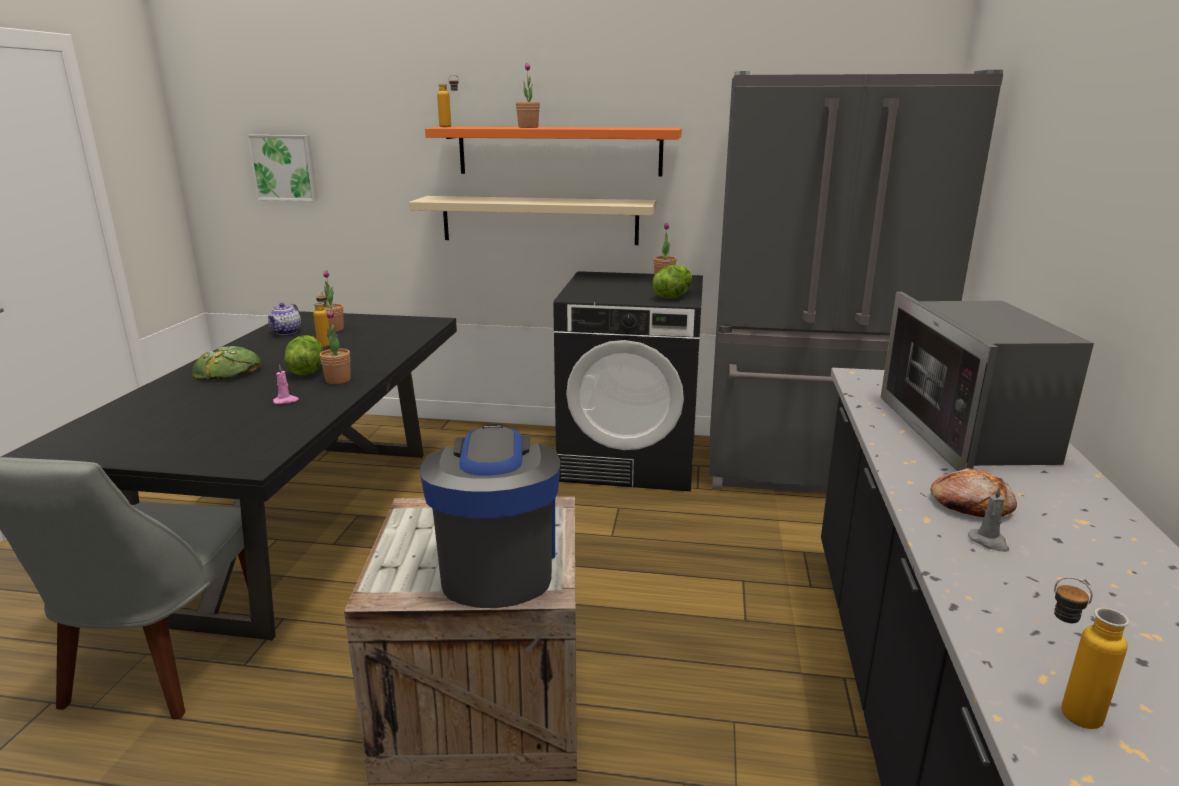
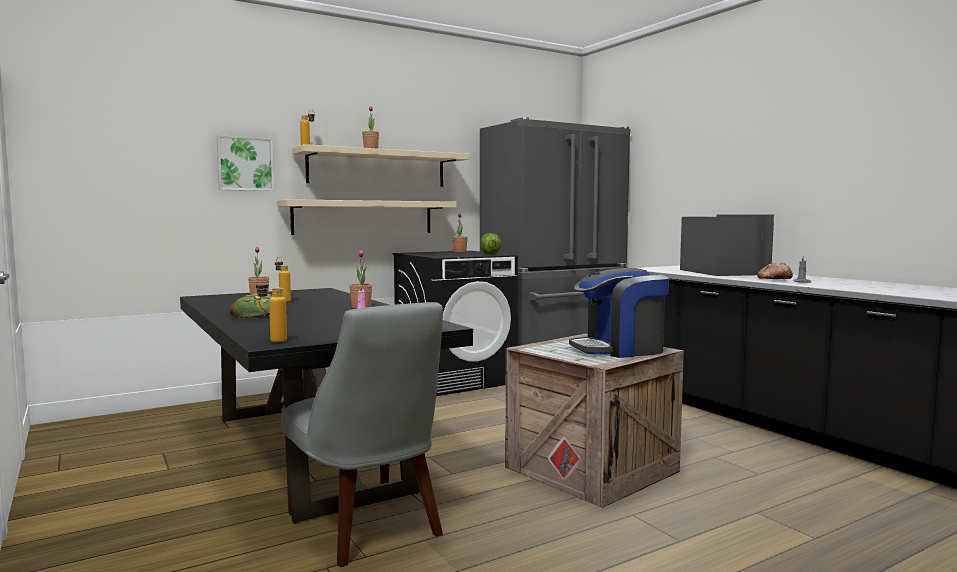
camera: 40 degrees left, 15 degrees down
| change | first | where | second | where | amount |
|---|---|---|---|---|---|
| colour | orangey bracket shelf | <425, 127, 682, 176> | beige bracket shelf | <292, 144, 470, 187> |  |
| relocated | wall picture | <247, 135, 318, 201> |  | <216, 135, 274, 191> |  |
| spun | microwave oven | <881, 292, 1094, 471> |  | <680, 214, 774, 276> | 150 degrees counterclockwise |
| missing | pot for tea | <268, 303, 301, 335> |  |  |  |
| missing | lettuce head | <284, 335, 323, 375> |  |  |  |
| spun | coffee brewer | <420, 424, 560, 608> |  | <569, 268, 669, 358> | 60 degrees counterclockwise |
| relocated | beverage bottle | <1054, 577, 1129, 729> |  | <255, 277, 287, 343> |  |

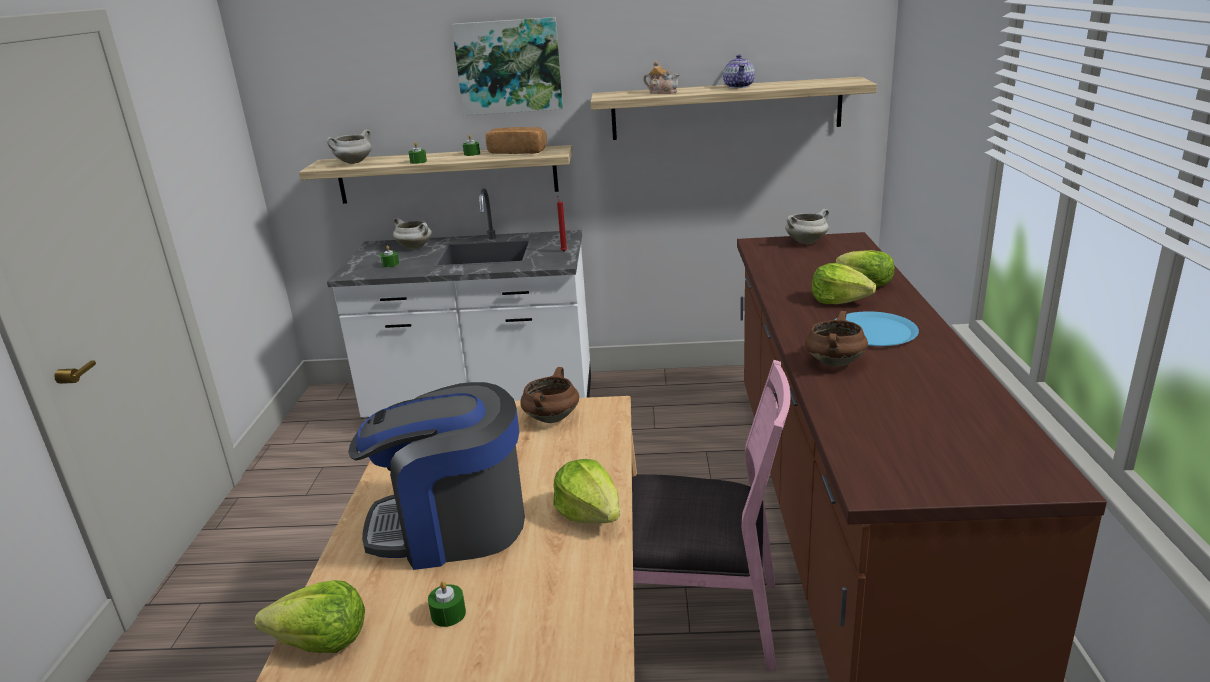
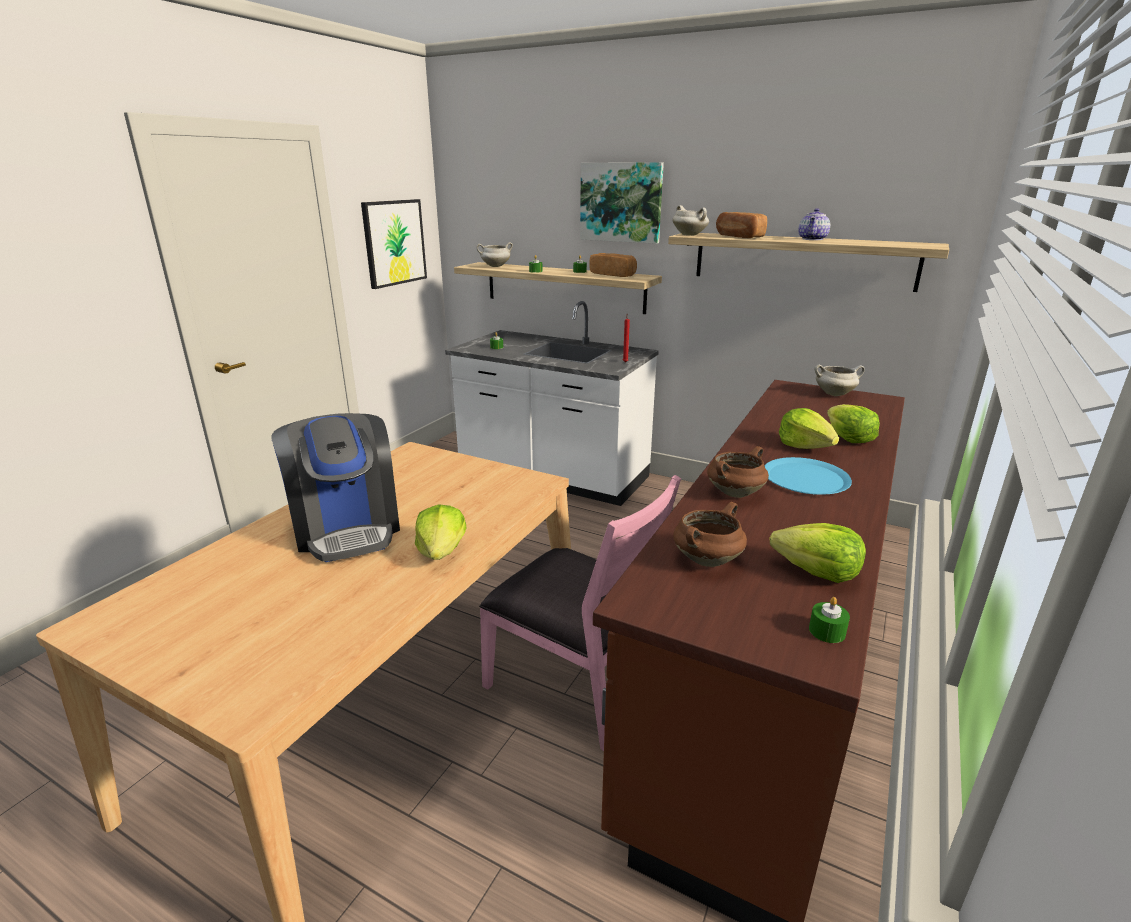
camera: 25 degrees right, 0 degrees up
| change | first | where | second | where | amount |
|---|---|---|---|---|---|
| exchanged | pot for tea | <643, 61, 680, 94> | bread | <716, 212, 767, 238> |  |
| relocated | white stockpot | <393, 218, 432, 249> |  | <672, 205, 709, 236> |  |
| relocated | brown-coloured stockpot | <520, 367, 579, 423> |  | <673, 502, 747, 567> |  |
| spun | coffee brewer | <348, 382, 525, 570> |  | <271, 413, 400, 562> | 135 degrees counterclockwise |
| relocated | lettuce head | <254, 580, 365, 653> |  | <770, 523, 866, 583> |  |
| relocated | green candle | <428, 581, 466, 627> |  | <809, 597, 850, 643> |  |
| appeared |  |  | wall picture | <361, 199, 427, 289> |  |

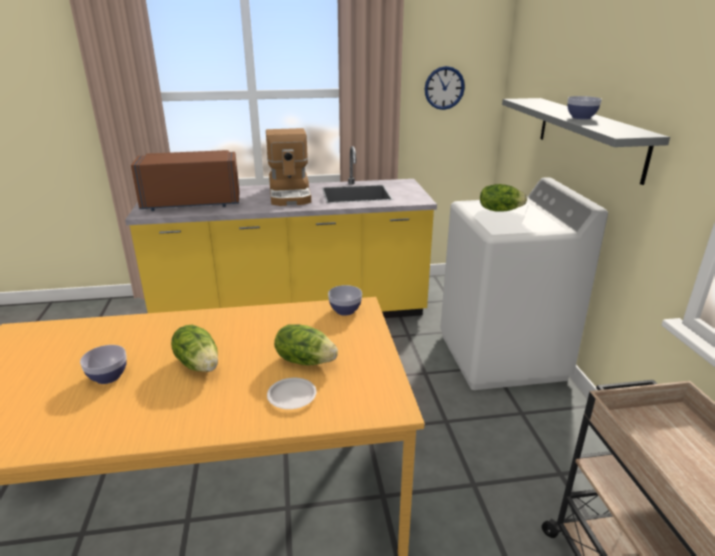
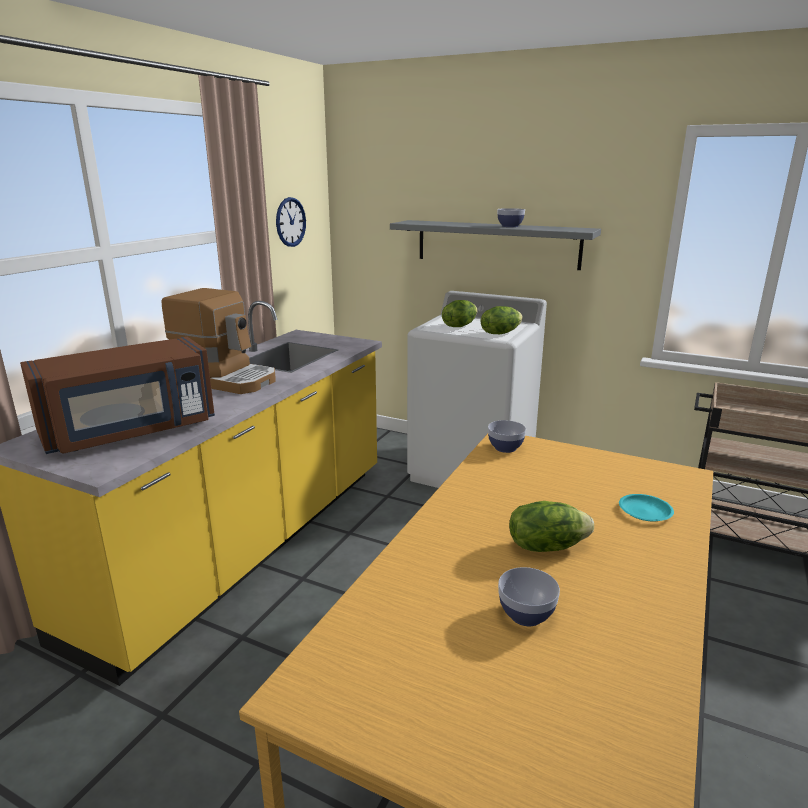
camera: 55 degrees left, 5 degrees down
| change | first | where | second | where | amount |
|---|---|---|---|---|---|
| spun | brown-coloured microwave oven | <131, 150, 239, 211> |  | <20, 337, 215, 454> | 150 degrees counterclockwise |
| relocated | lettuce head | <274, 324, 338, 366> |  | <481, 306, 523, 334> |  |
| colour | white dinner plate | <267, 378, 316, 409> | blue-green dinner plate | <619, 494, 674, 522> |  |

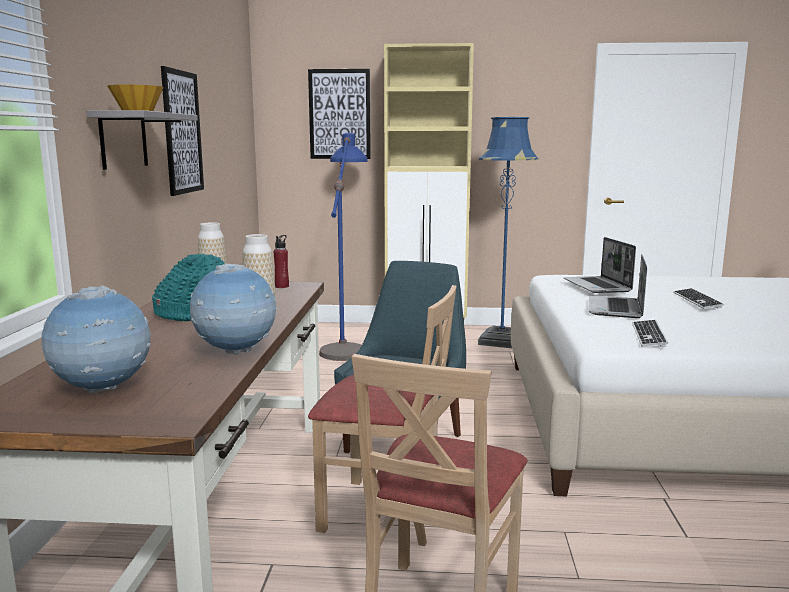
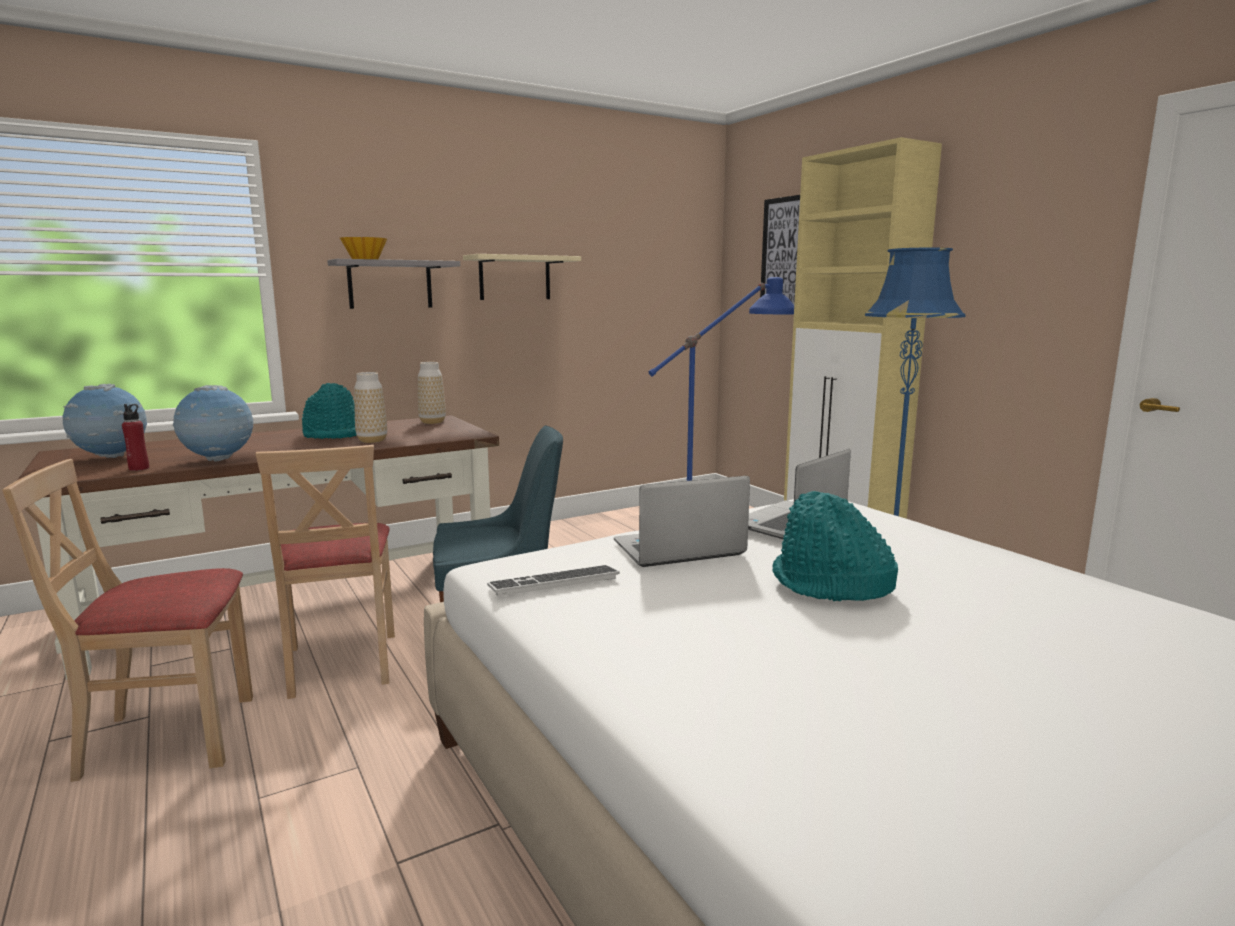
camera: 55 degrees right, 0 degrees up
| change | first | where | second | where | amount |
|---|---|---|---|---|---|
| exchanged | wall picture | <161, 66, 204, 196> | beige bracket shelf | <463, 254, 581, 300> |  |
| relocated | reddish beverage bottle | <274, 235, 289, 288> |  | <122, 404, 149, 471> |  |
| exchanged | PC keyboard | <673, 288, 724, 309> | blue-green hat | <773, 491, 898, 602> |  |

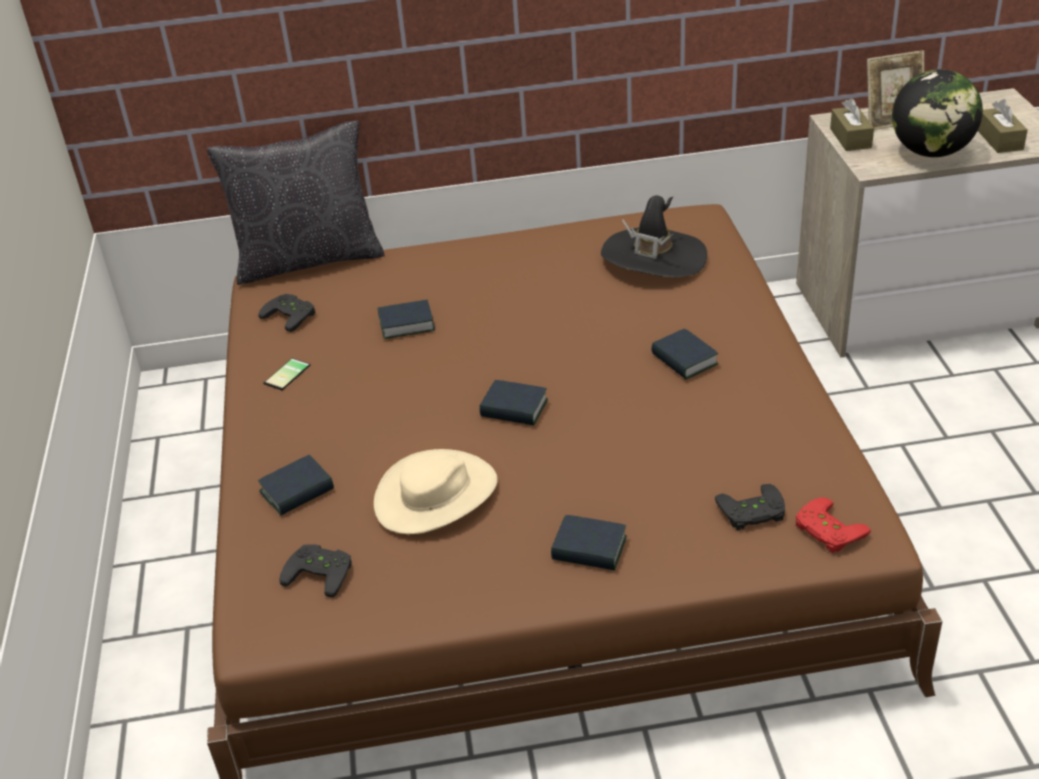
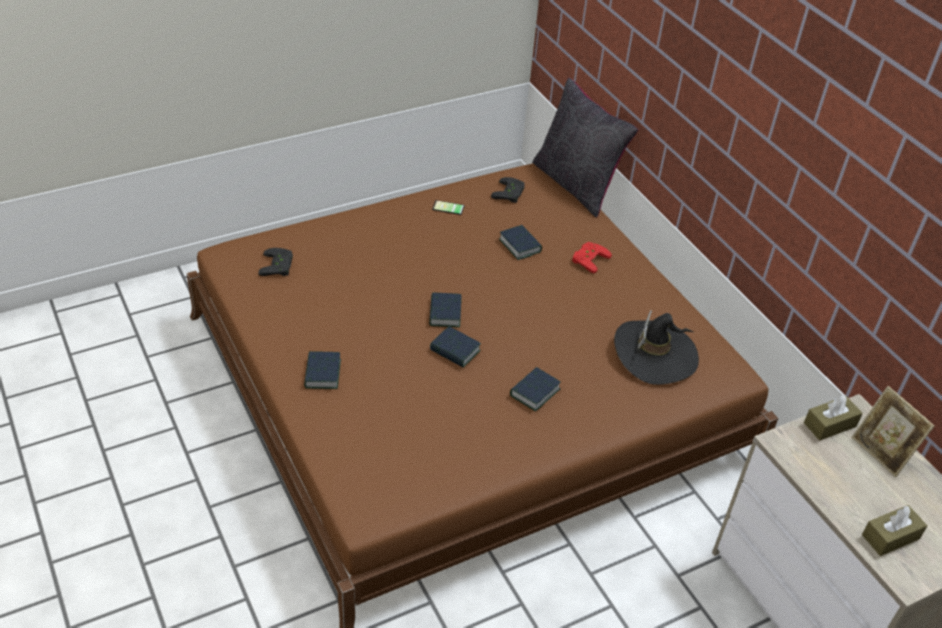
camera: 65 degrees right, 5 degrees up
| change | first | where | second | where | amount |
|---|---|---|---|---|---|
| missing | world globe | <892, 69, 983, 157> |  |  |  |
| missing | beige hat | <374, 449, 498, 534> |  |  |  |
| relocated | bound book | <258, 455, 334, 515> |  | <430, 327, 481, 368> |  |
| missing | black-coloured gamepad | <715, 484, 785, 530> |  |  |  |
| relocated | reddish gamepad | <796, 498, 871, 553> |  | <572, 242, 612, 273> |  |

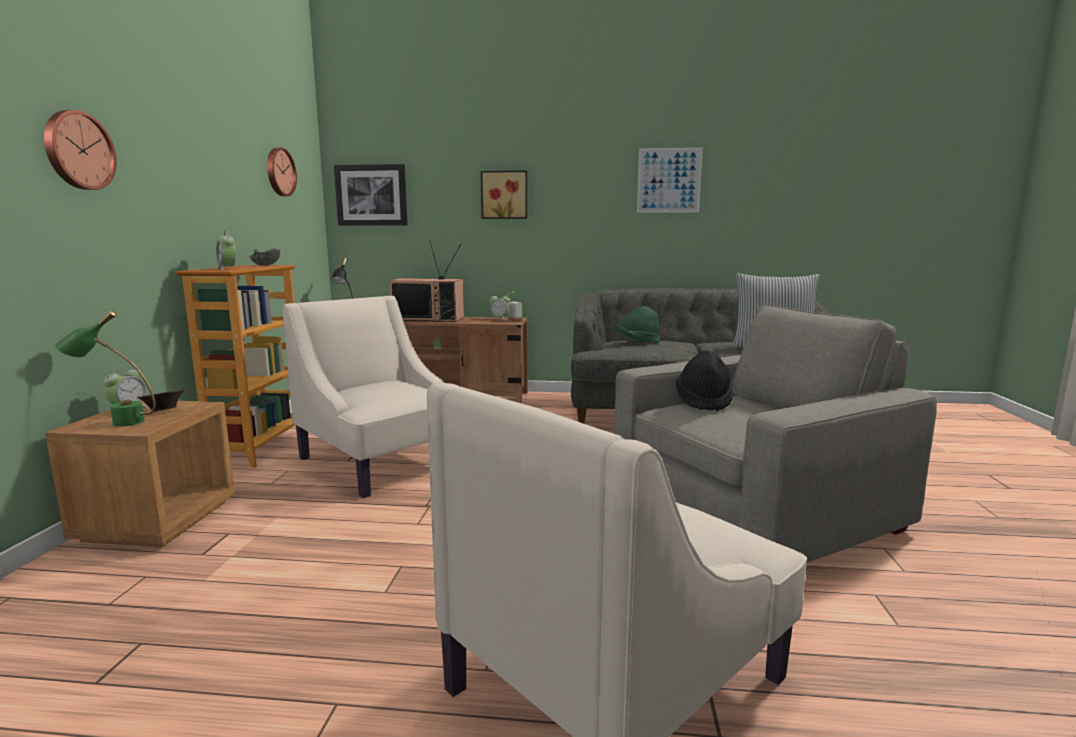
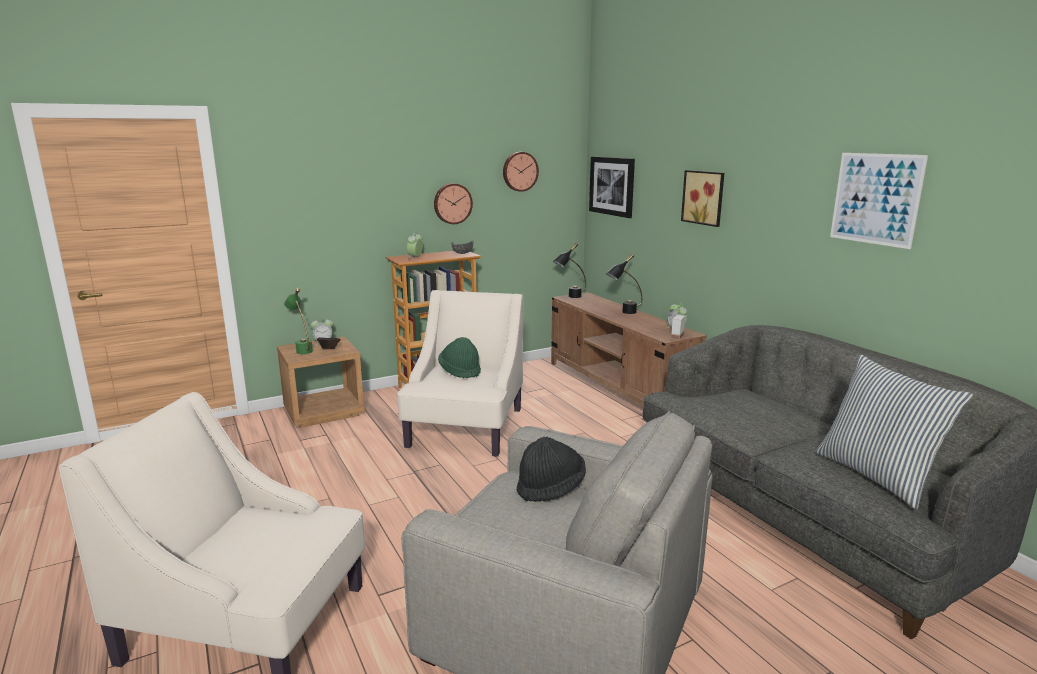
camera: 55 degrees right, 5 degrees up
| change | first | where | second | where | amount |
|---|---|---|---|---|---|
| relocated | wall clock | <44, 110, 117, 190> |  | <434, 183, 473, 224> |  |
| exchanged | television | <389, 239, 464, 322> | black-coloured tabletop lamp | <606, 254, 642, 314> |  |
| relocated | green hat | <615, 306, 660, 343> |  | <438, 337, 481, 378> |  |

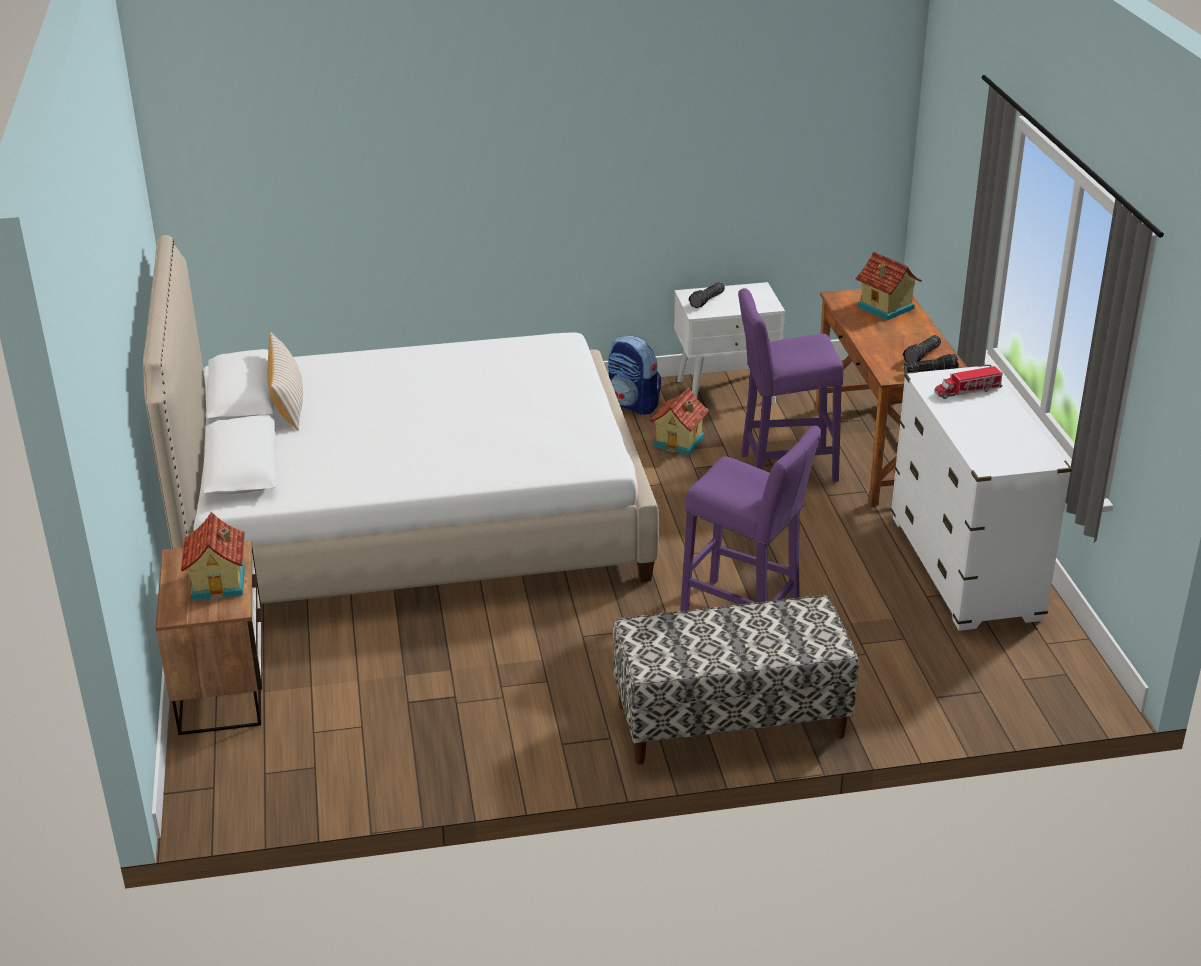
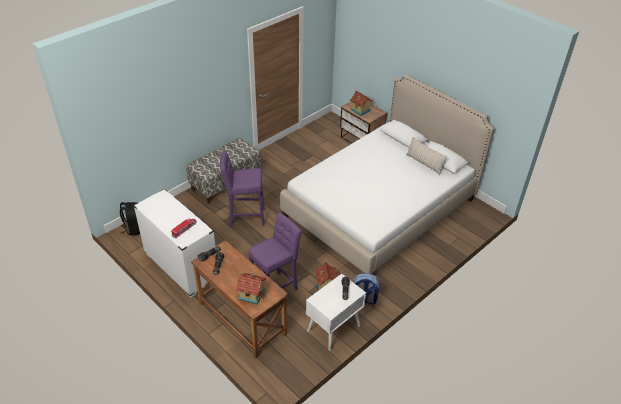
camera: 145 degrees right, 10 degrees up
| change | first | where | second | where | amount |
|---|---|---|---|---|---|
| appeared |  |  | black-coloured rucksack | <120, 202, 140, 236> |  |

